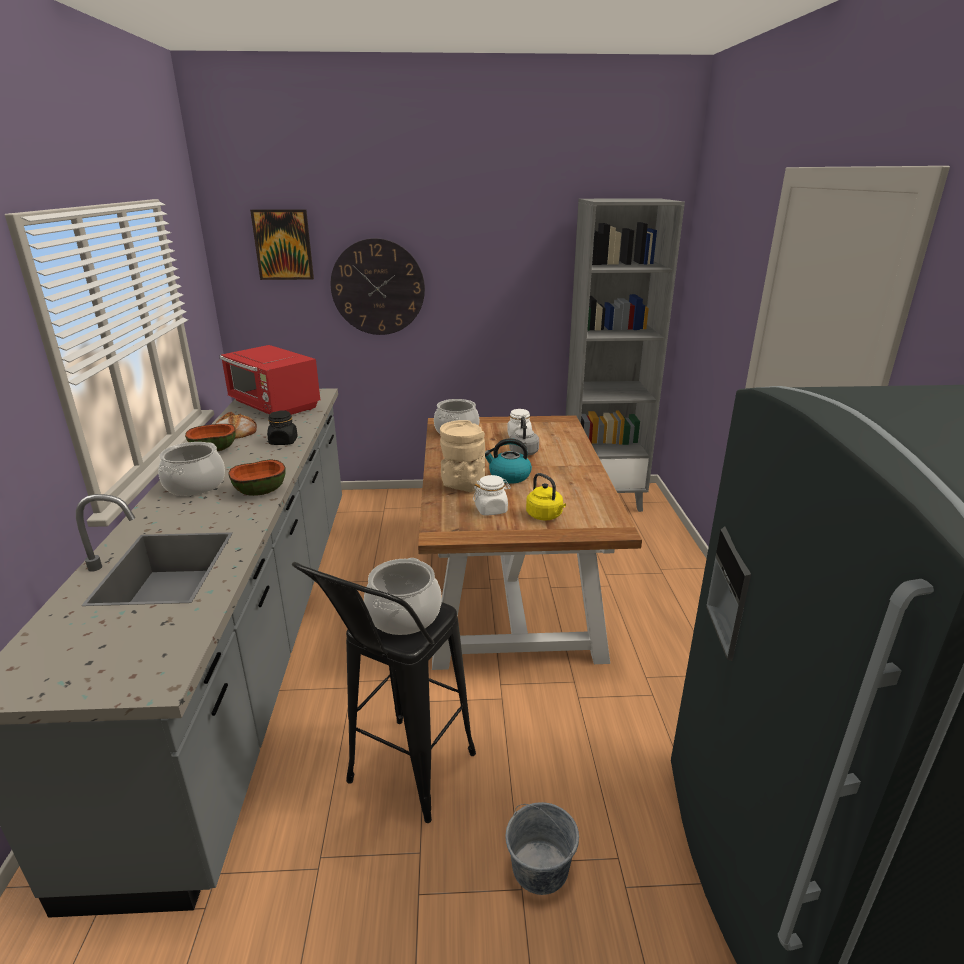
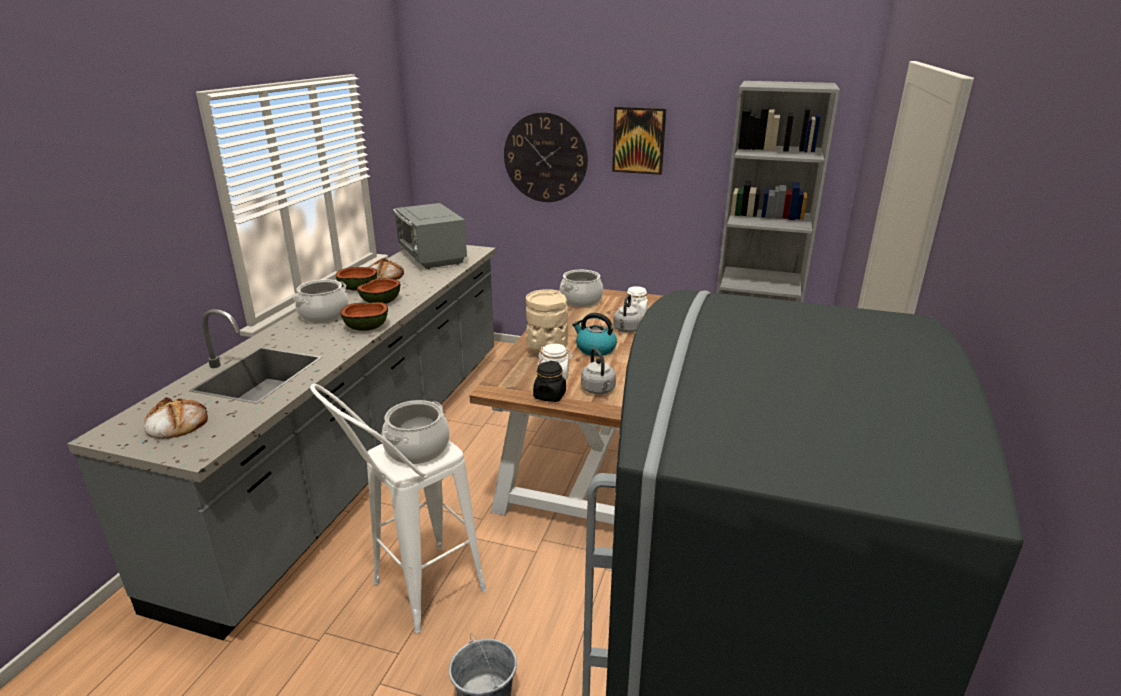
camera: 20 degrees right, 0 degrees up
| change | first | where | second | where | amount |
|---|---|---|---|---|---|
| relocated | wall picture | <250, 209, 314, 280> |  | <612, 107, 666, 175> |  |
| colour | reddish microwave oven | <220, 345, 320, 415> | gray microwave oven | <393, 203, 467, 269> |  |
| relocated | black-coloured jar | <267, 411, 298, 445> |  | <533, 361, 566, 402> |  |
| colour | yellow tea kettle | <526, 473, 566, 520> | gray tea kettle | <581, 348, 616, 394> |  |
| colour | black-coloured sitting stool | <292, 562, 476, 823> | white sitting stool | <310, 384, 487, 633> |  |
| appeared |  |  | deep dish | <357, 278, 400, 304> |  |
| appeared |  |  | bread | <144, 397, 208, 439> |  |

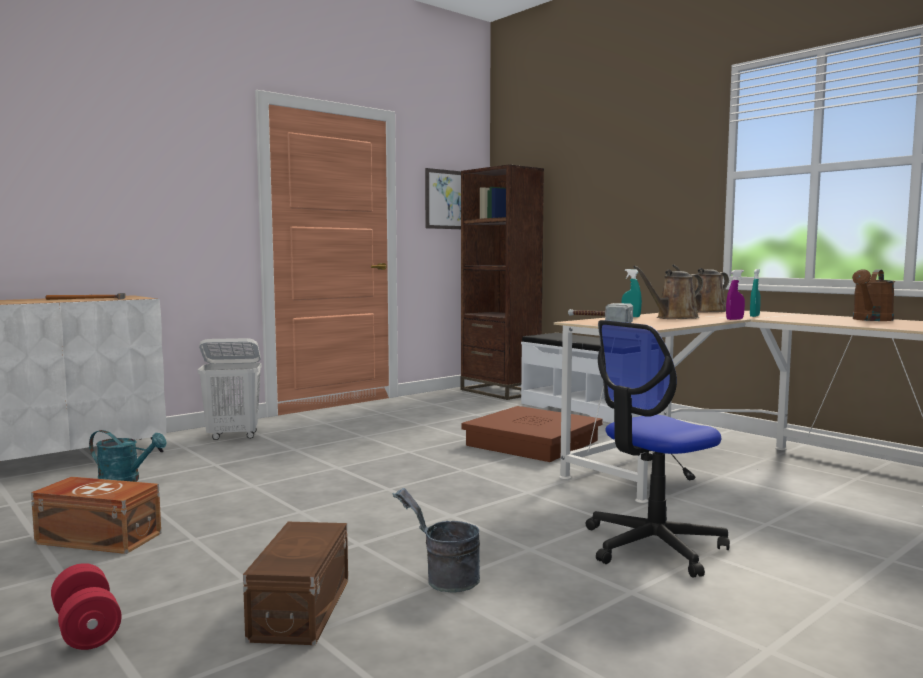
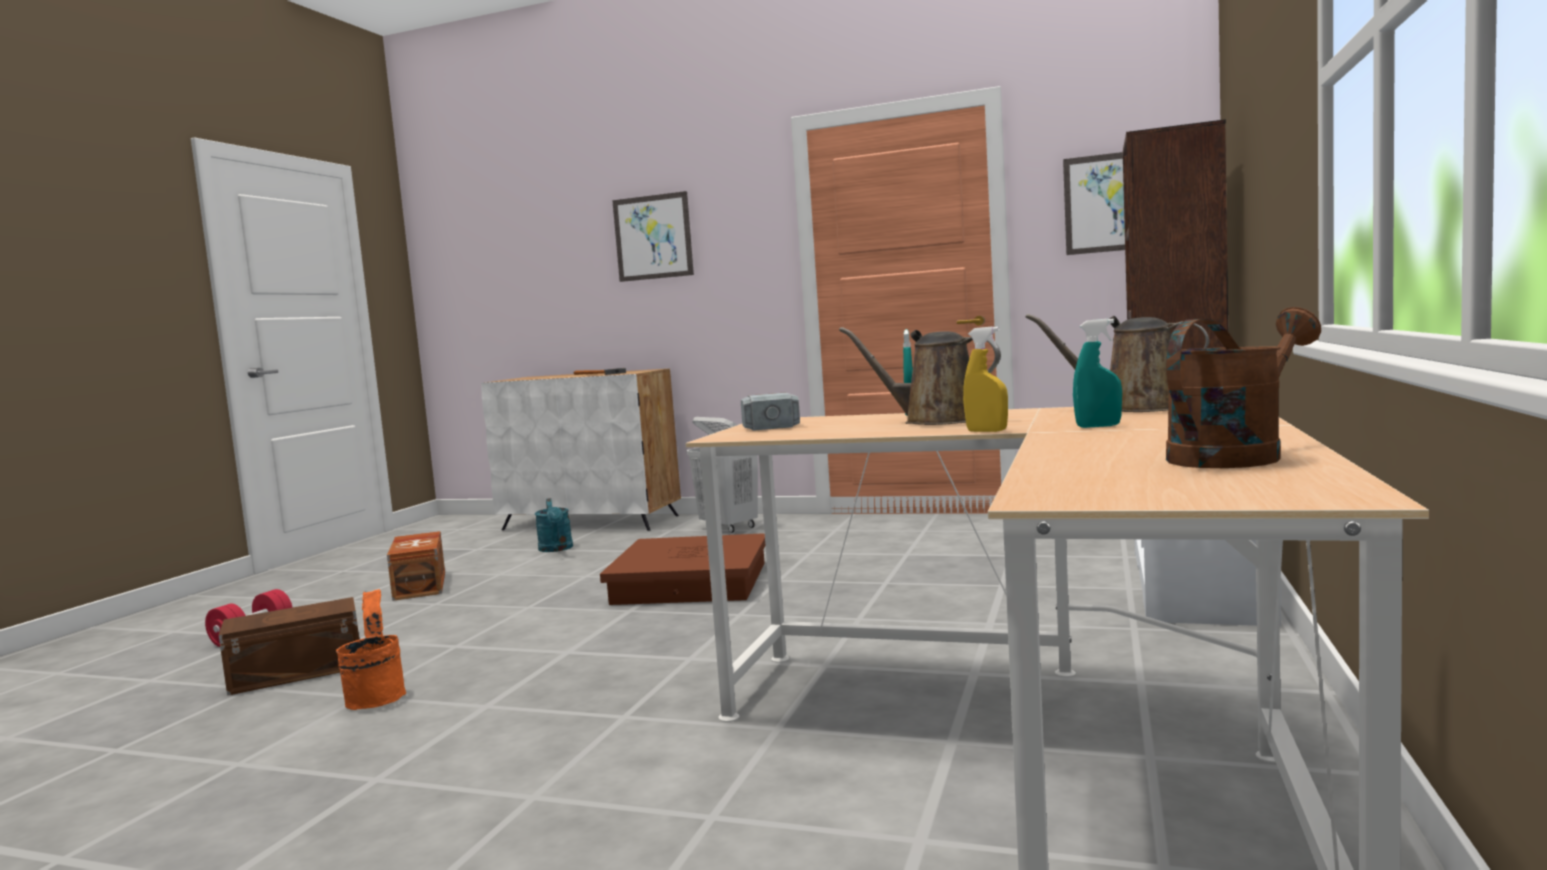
camera: 60 degrees right, 0 degrees up
| change | first | where | second | where | amount |
|---|---|---|---|---|---|
| spun | brown-coloured watering pot | <852, 269, 895, 321> |  | <1166, 307, 1321, 468> | 135 degrees clockwise |
| colour | purple-coloured sprayer | <726, 270, 745, 320> | yellow sprayer | <963, 326, 1008, 432> |  |
| missing | desk chair | <586, 320, 730, 578> |  |  |  |
| relocated | brown-coloured storage box | <461, 406, 602, 462> |  | <600, 533, 765, 605> |  |
| colour | gray pail | <392, 488, 480, 593> | orangey pail | <336, 589, 406, 710> |  |
| appeared |  |  | wall picture | <612, 191, 694, 282> |  |

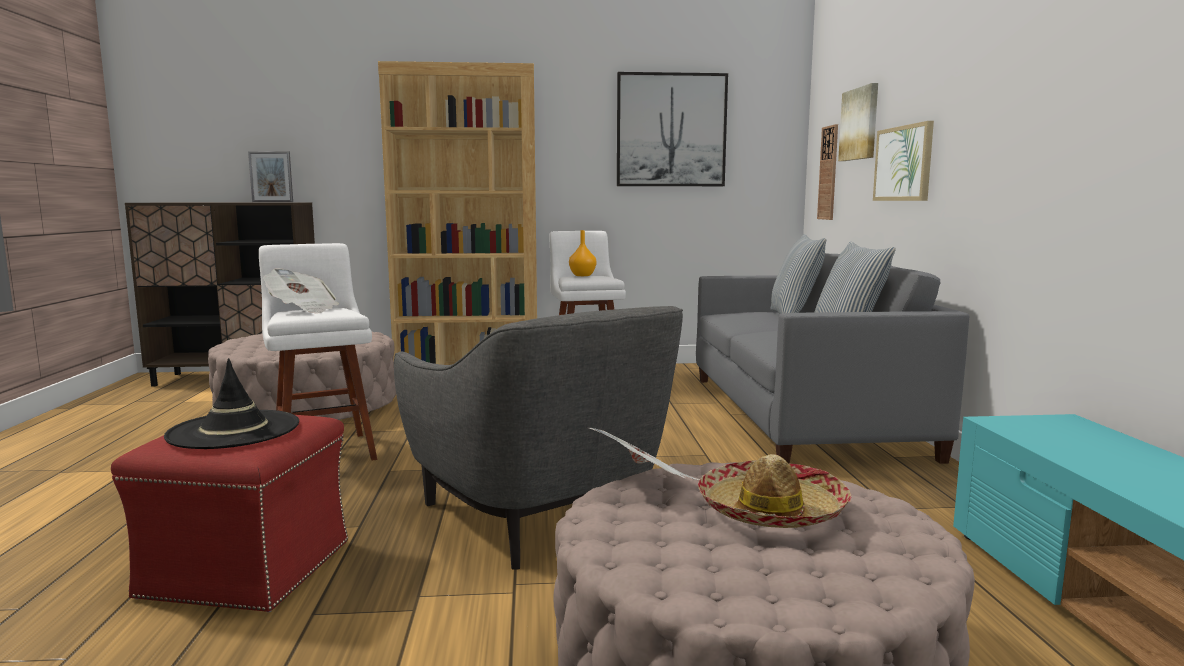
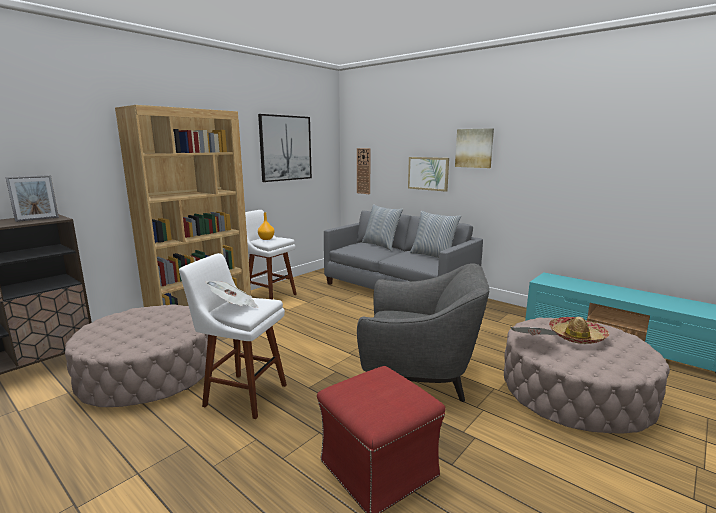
camera: 45 degrees left, 5 degrees up
| change | first | where | second | where | amount |
|---|---|---|---|---|---|
| relocated | wall picture | <838, 83, 878, 161> |  | <455, 128, 494, 168> |  |
| missing | black-coloured hat | <164, 358, 299, 449> |  |  |  |

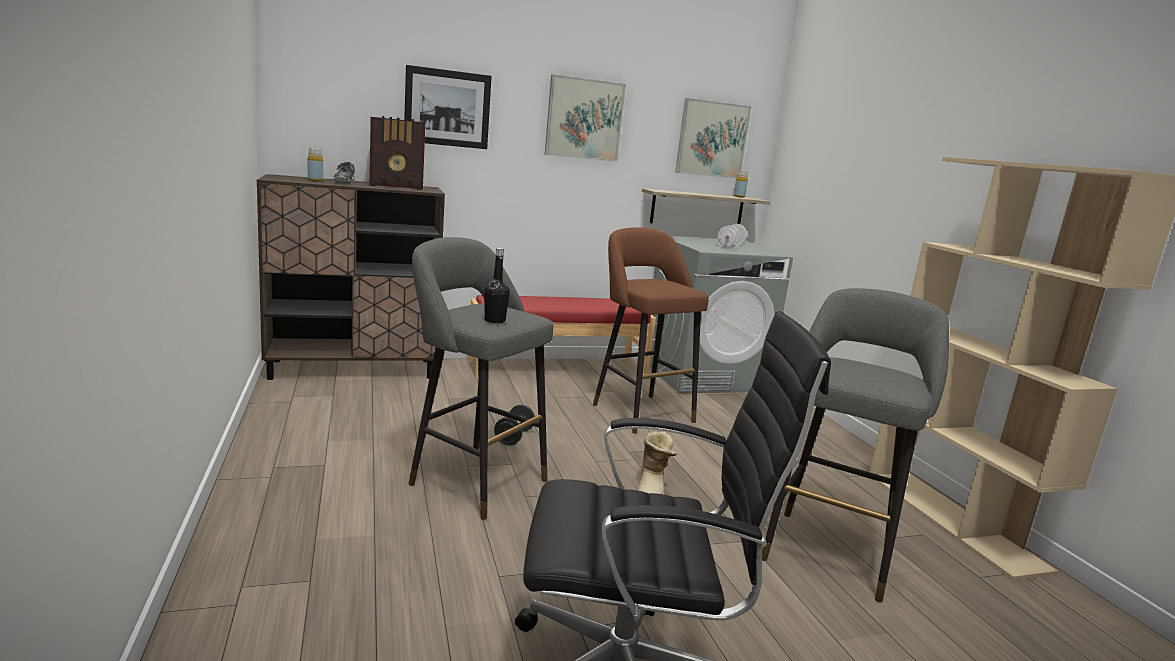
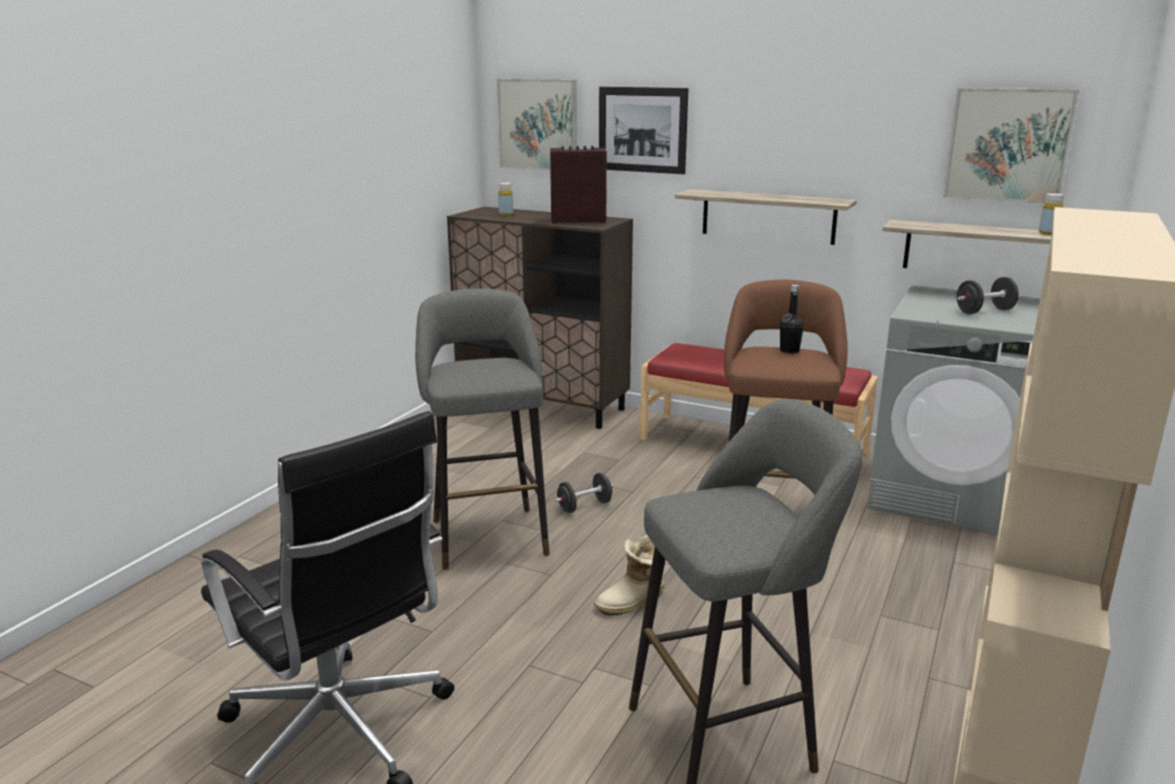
camera: 45 degrees right, 5 degrees up
| change | first | where | second | where | amount |
|---|---|---|---|---|---|
| relocated | wall picture | <545, 74, 626, 162> |  | <497, 79, 577, 170> |  |
| spun | radio receiver | <370, 116, 425, 190> |  | <550, 146, 607, 223> | 150 degrees clockwise |
| missing | shoe | <333, 162, 355, 184> |  |  |  |
| colour | white free weight | <717, 224, 747, 248> | black-coloured free weight | <957, 277, 1019, 314> |  |
| relocated | black-coloured beverage bottle | <484, 248, 510, 323> |  | <780, 285, 804, 354> |  |
| appeared |  |  | bracket shelf | <675, 189, 857, 245> |  |

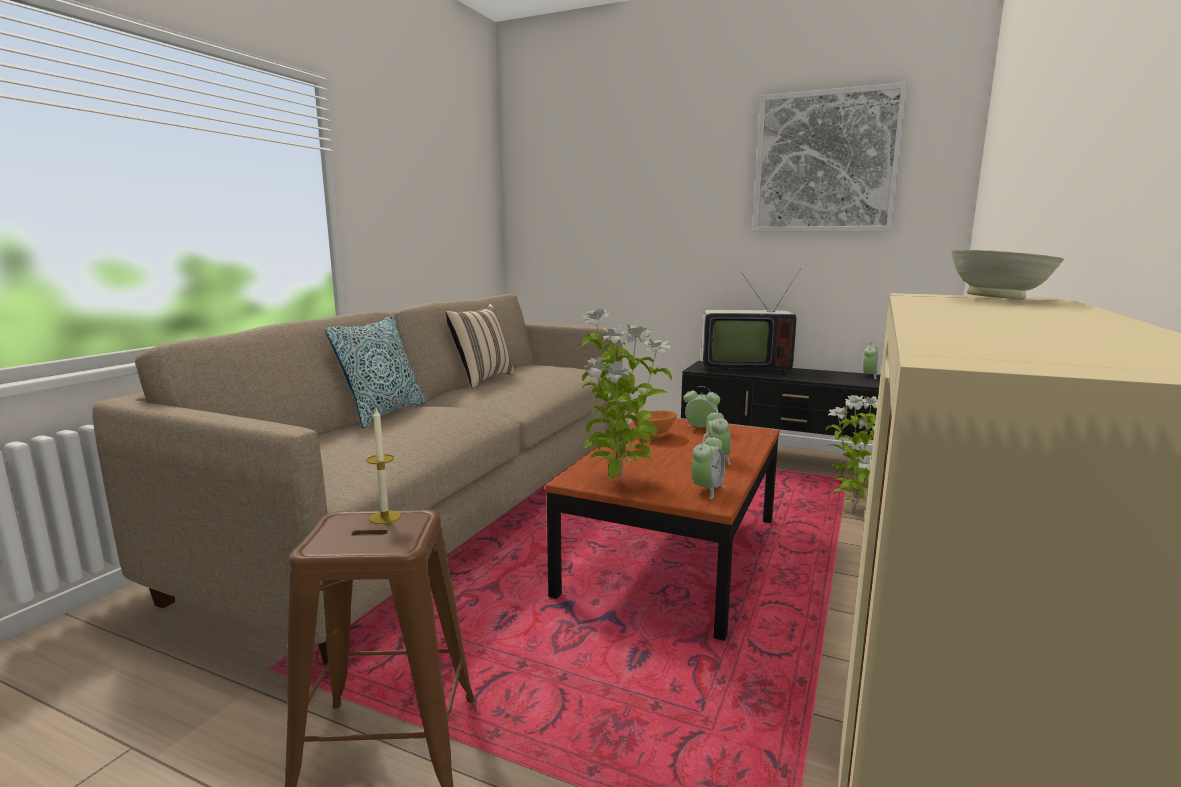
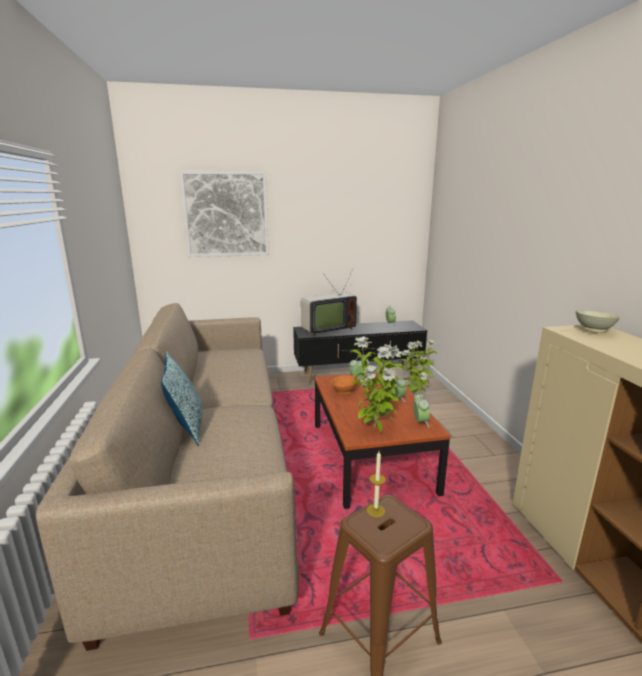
camera: 35 degrees left, 5 degrees up
| change | first | where | second | where | amount |
|---|---|---|---|---|---|
| relocated | wall picture | <753, 82, 908, 232> |  | <180, 171, 269, 257> |  |
| missing | beige cushion | <446, 304, 514, 388> |  |  |  |

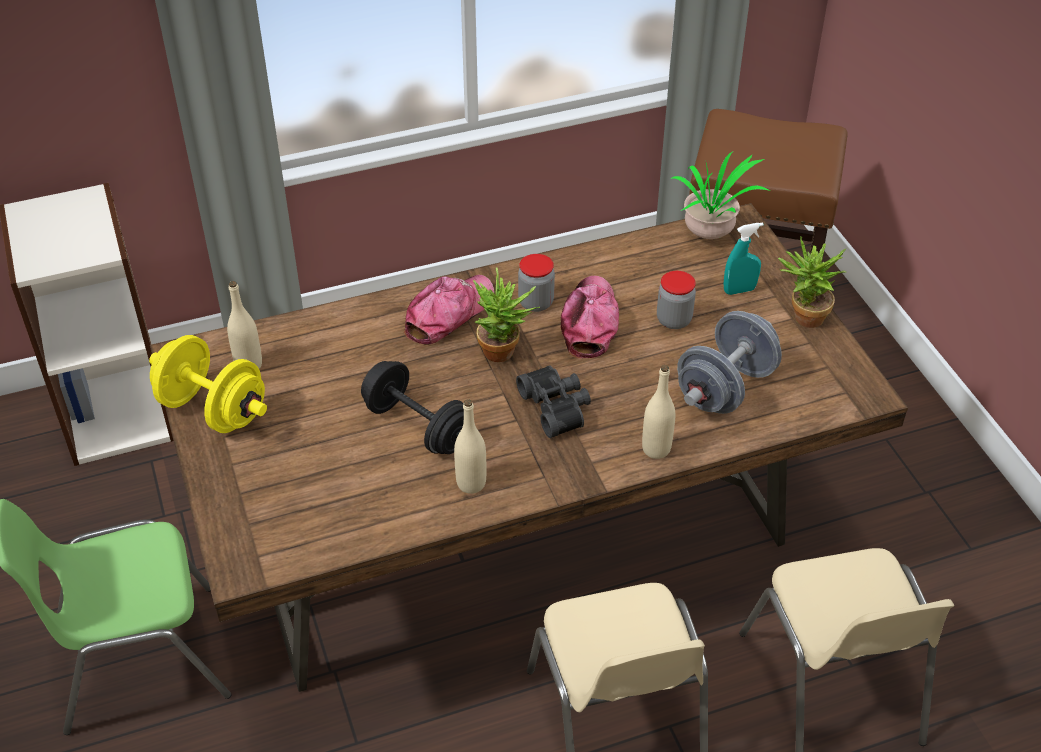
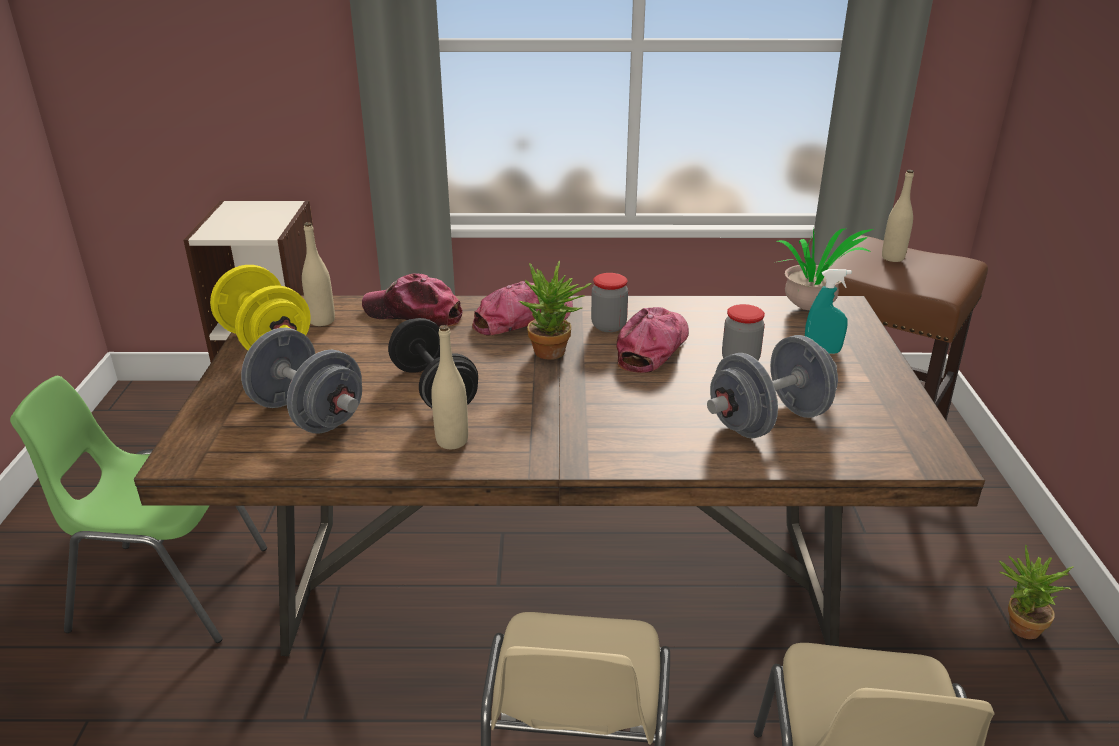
camera: 20 degrees right, 15 degrees down
| change | first | where | second | where | amount |
|---|---|---|---|---|---|
| relocated | houseplant | <778, 236, 847, 328> |  | <999, 544, 1073, 639> |  |
| missing | black-coloured binoculars | <516, 365, 591, 438> |  |  |  |
| relocated | beige beverage bottle | <642, 365, 675, 459> |  | <882, 170, 914, 262> |  |
| appeared |  |  | peaked cap | <362, 274, 463, 327> |  |
| appeared |  |  | gray free weight | <241, 328, 362, 433> |  |

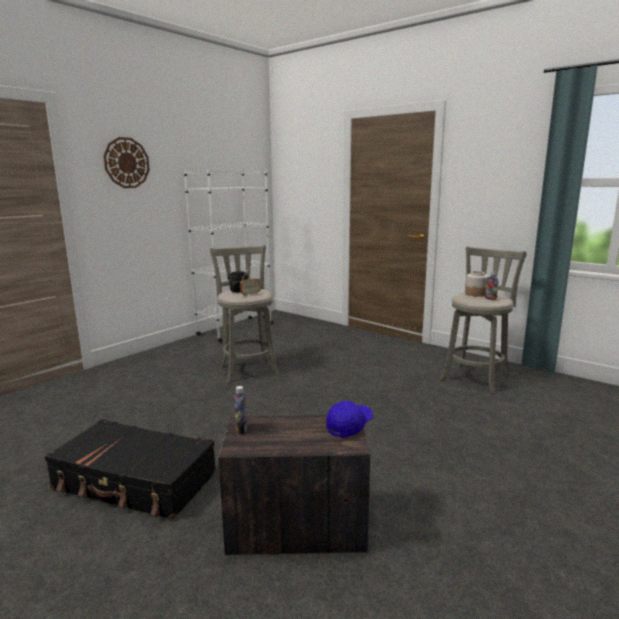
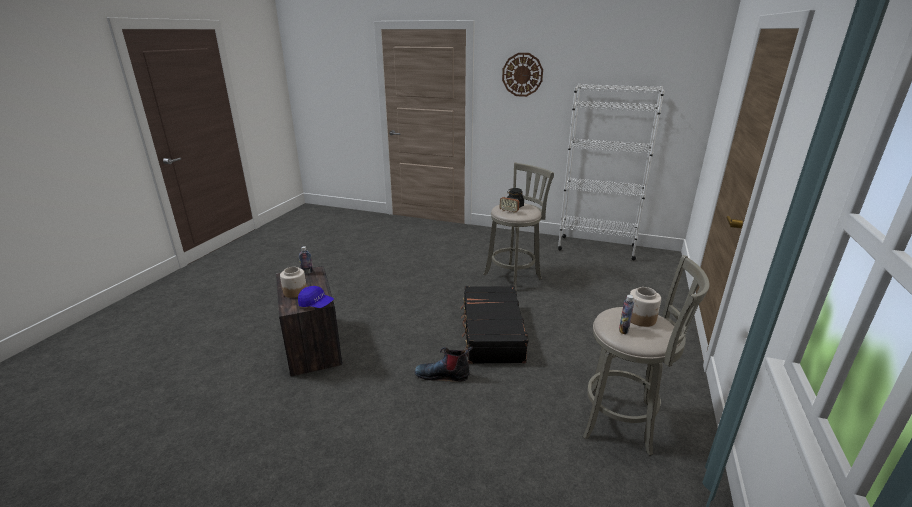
camera: 70 degrees right, 10 degrees up
| change | first | where | second | where | amount |
|---|---|---|---|---|---|
| relocated | black-coloured travel case | <45, 419, 216, 520> |  | <461, 286, 528, 364> |  |
| appeared |  |  | jar | <280, 267, 307, 298> |  |
| appeared |  |  | boot | <415, 346, 473, 382> |  |

